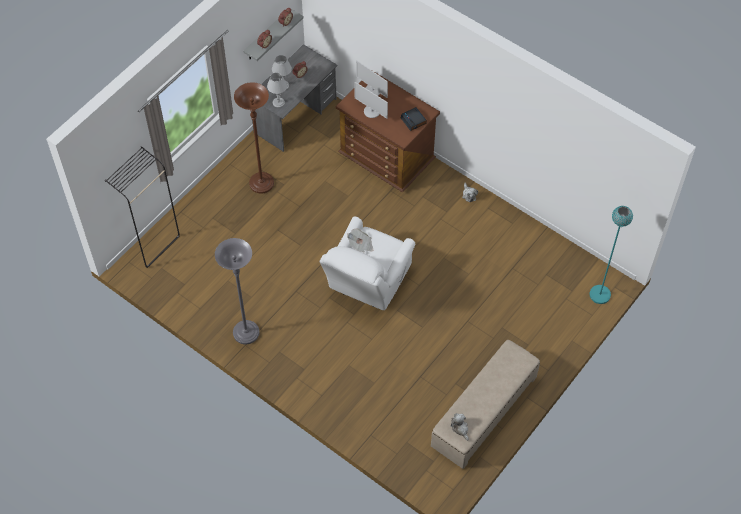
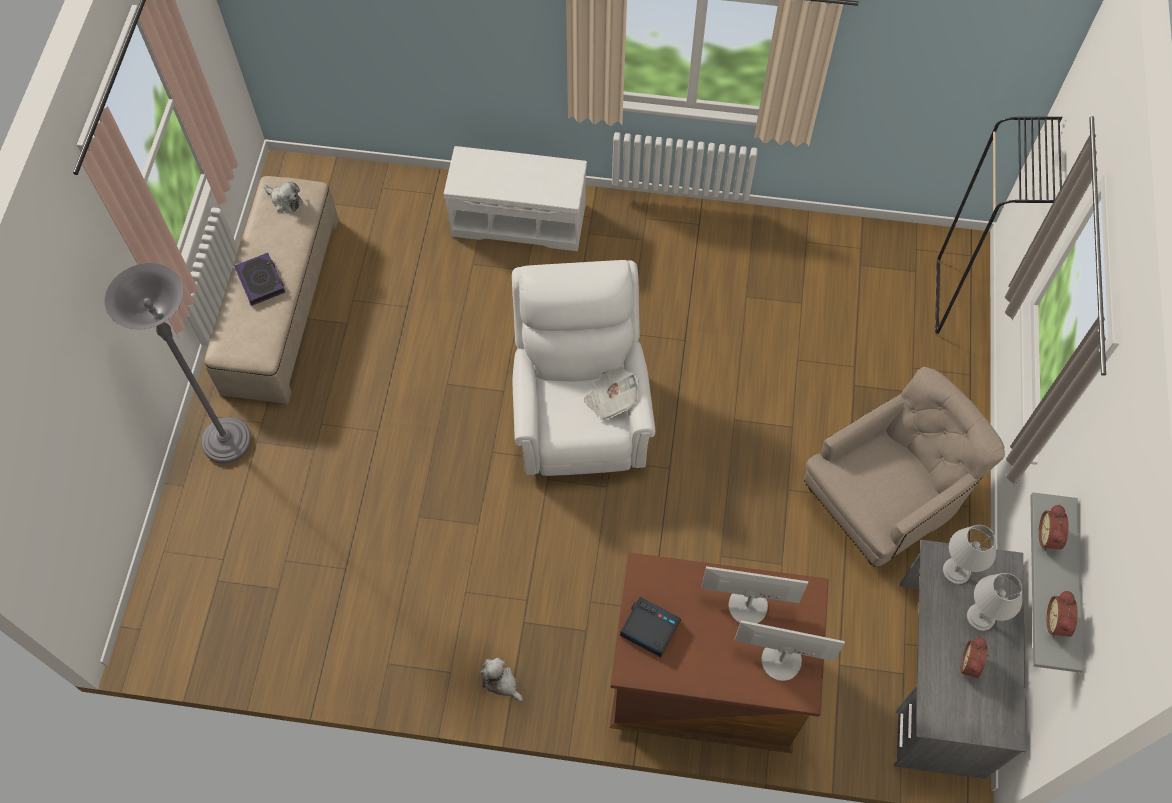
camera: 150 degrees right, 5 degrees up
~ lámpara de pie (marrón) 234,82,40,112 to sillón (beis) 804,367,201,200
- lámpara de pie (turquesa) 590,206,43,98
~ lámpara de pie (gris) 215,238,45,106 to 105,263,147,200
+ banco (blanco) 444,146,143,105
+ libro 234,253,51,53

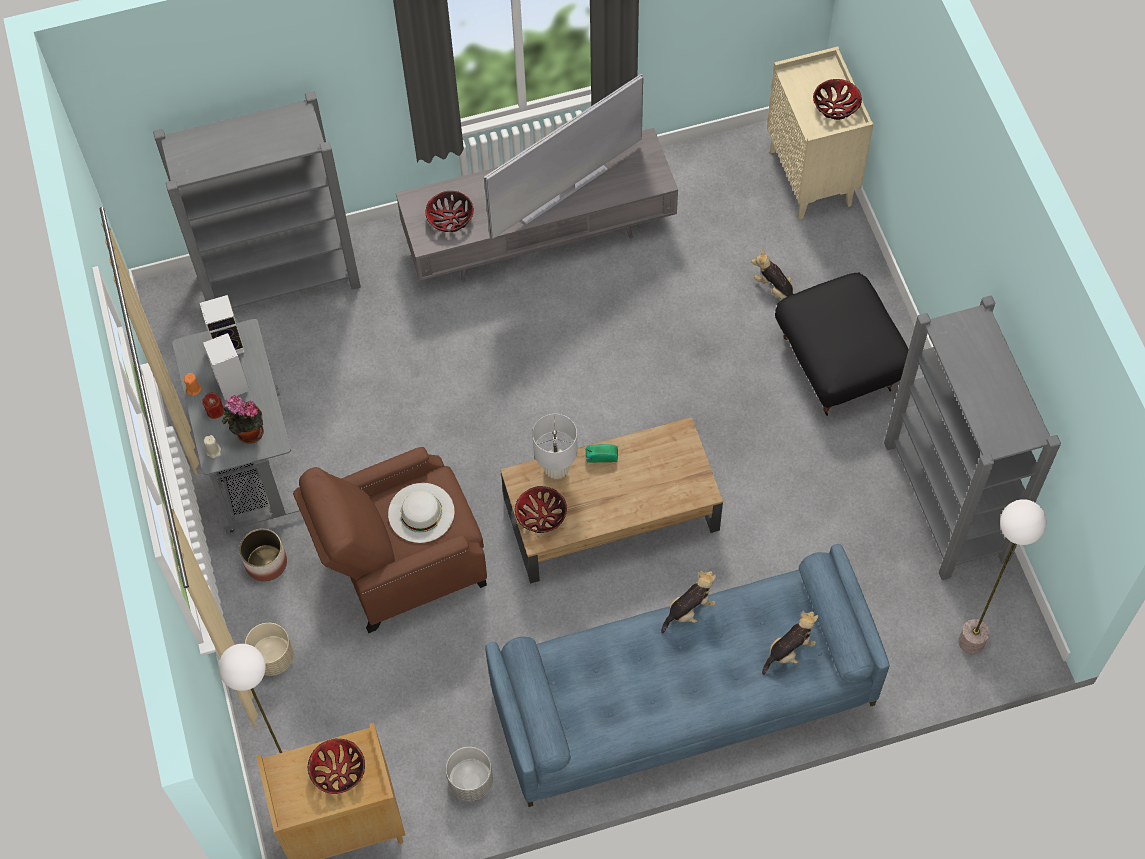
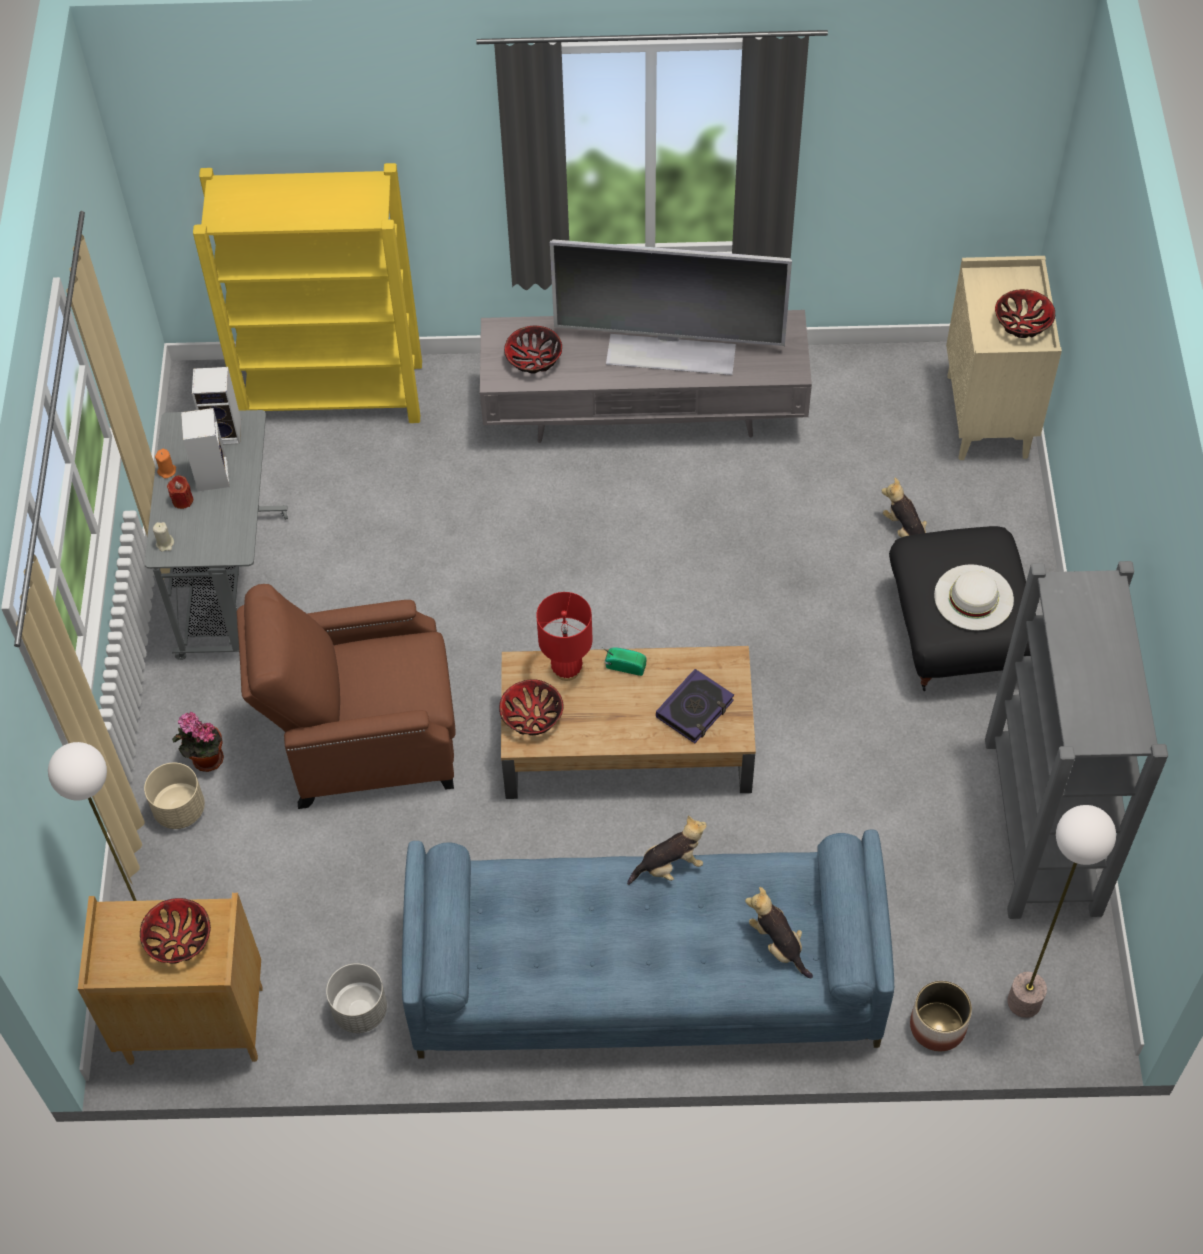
camera: 15 degrees right, 5 degrees down
~ televisor 484,74,159,164 = 550,239,242,136 150 degrees counterclockwise
~ estantería (gris) 153,91,208,217 to estantería (amarillo) 193,163,229,260
~ planta en maceta 222,395,42,49 to 172,712,52,60
~ lámpara de mesa (blanco) 532,414,46,67 to lámpara de mesa (rojo) 536,592,57,89
~ sombrero (blanco) 388,483,66,60 to 934,564,80,67
~ maceta 239,529,48,53 to 910,981,62,70
~ peluche 762,611,56,64 = 745,887,68,91 105 degrees counterclockwise
+ libro 656,669,78,74

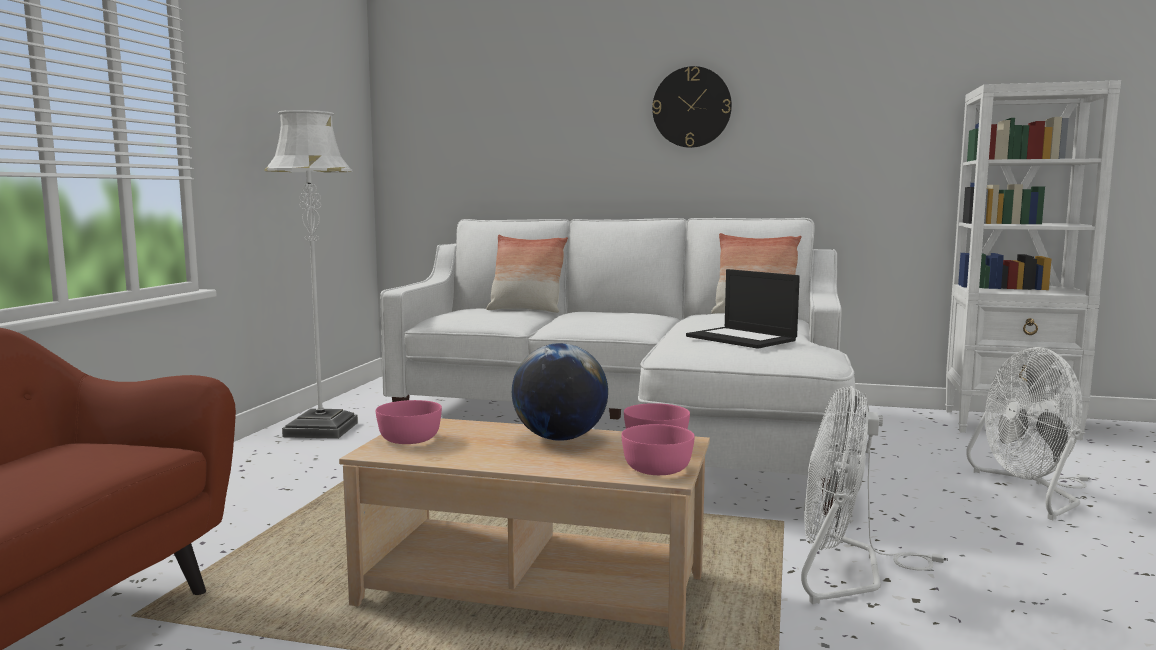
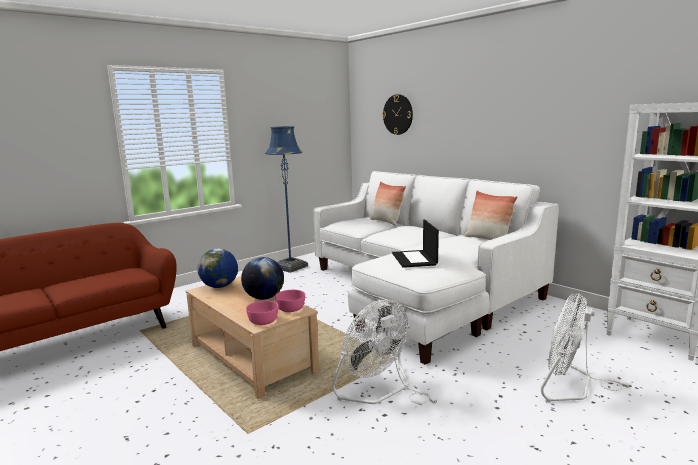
camera: 35 degrees right, 5 degrees up
~ reloj de pared 652,66,80,82 to 382,94,31,41
~ lámpara de pie (blanco) 265,110,93,329 to lámpara de pie (azul) 265,126,43,147
~ cuenco (rosa) 376,400,66,44 to globo terráqueo 197,249,41,39

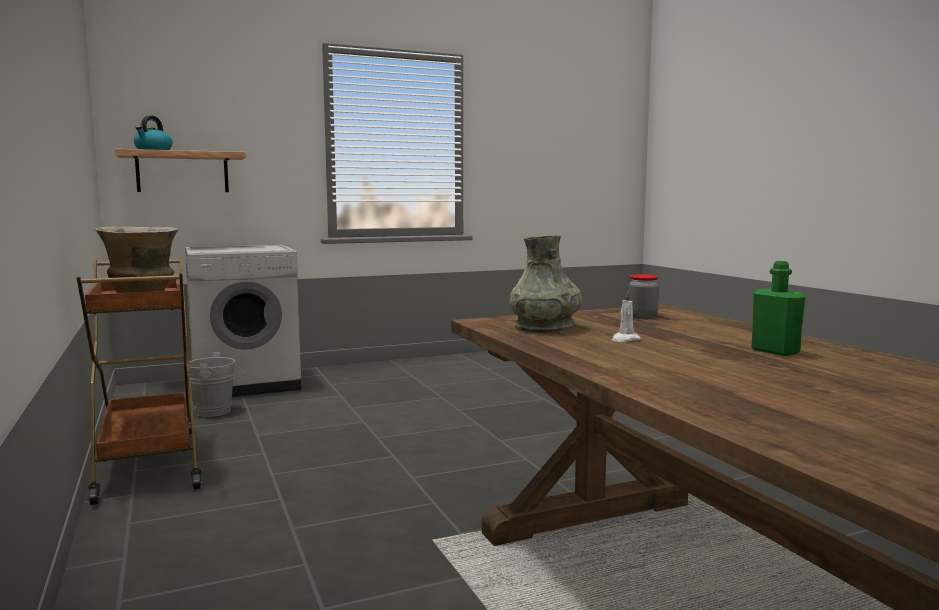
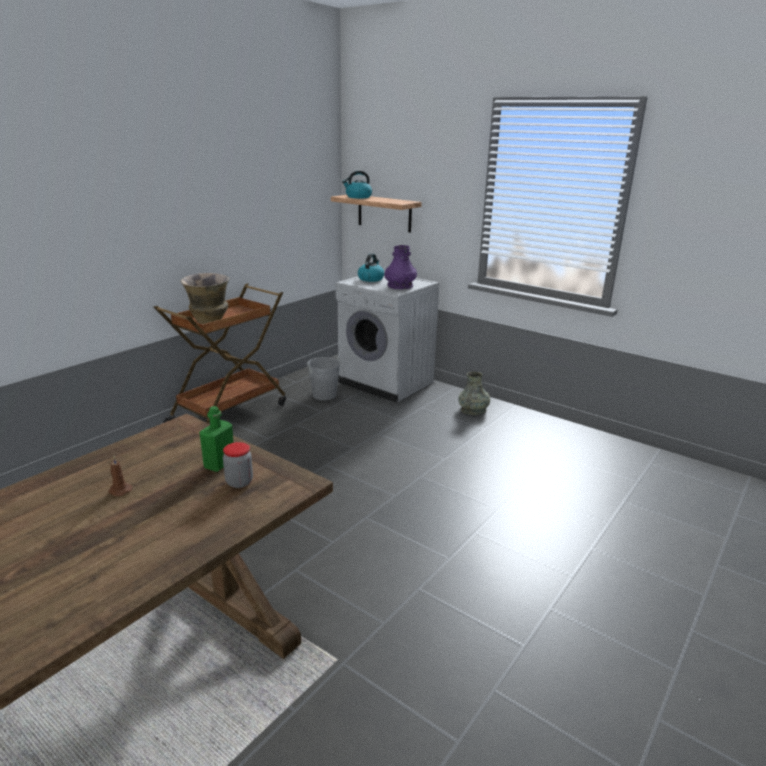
camera: 60 degrees right, 15 degrees up
~ florero (gris) 509,235,73,98 to 458,372,32,43
~ botella (verde) 751,261,55,95 to 199,406,34,66
~ vela (blanco) 612,290,29,52 to vela (marrón) 108,456,24,40
+ florero (morado) 384,245,33,44
+ hervidor 358,253,26,29

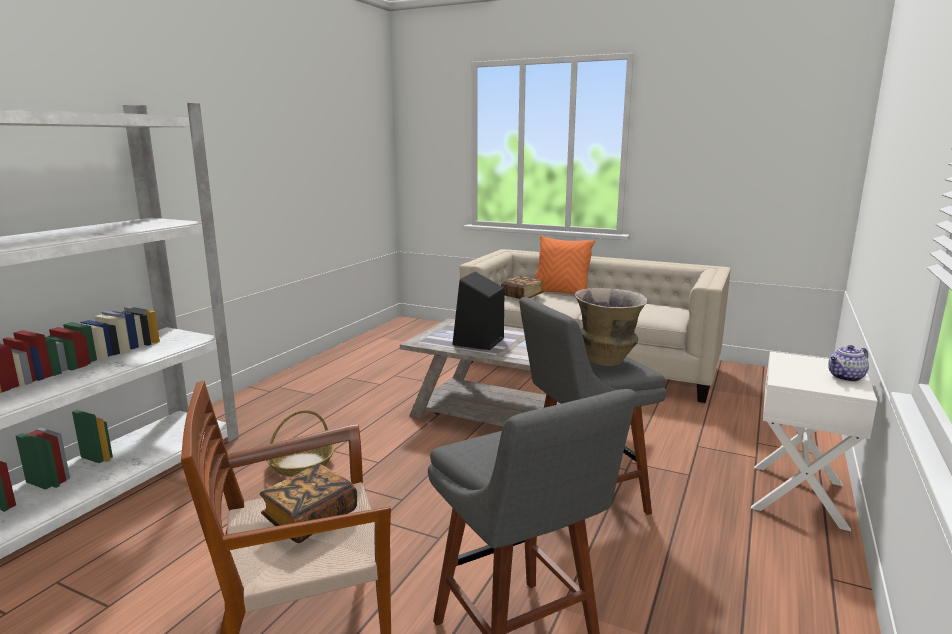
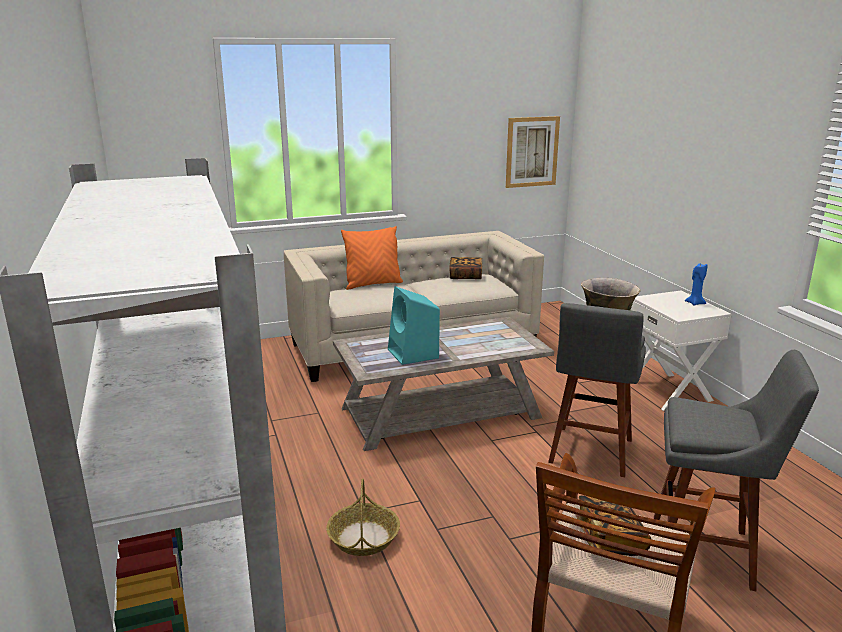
camera: 45 degrees left, 5 degrees up
~ altavoz (negro) 452,272,53,78 to altavoz (turquesa) 388,286,52,79
~ libro 501,276,43,23 to 449,257,33,22
~ tetera 828,345,41,37 to vela (azul) 685,263,22,43
+ cuadro 506,116,54,72

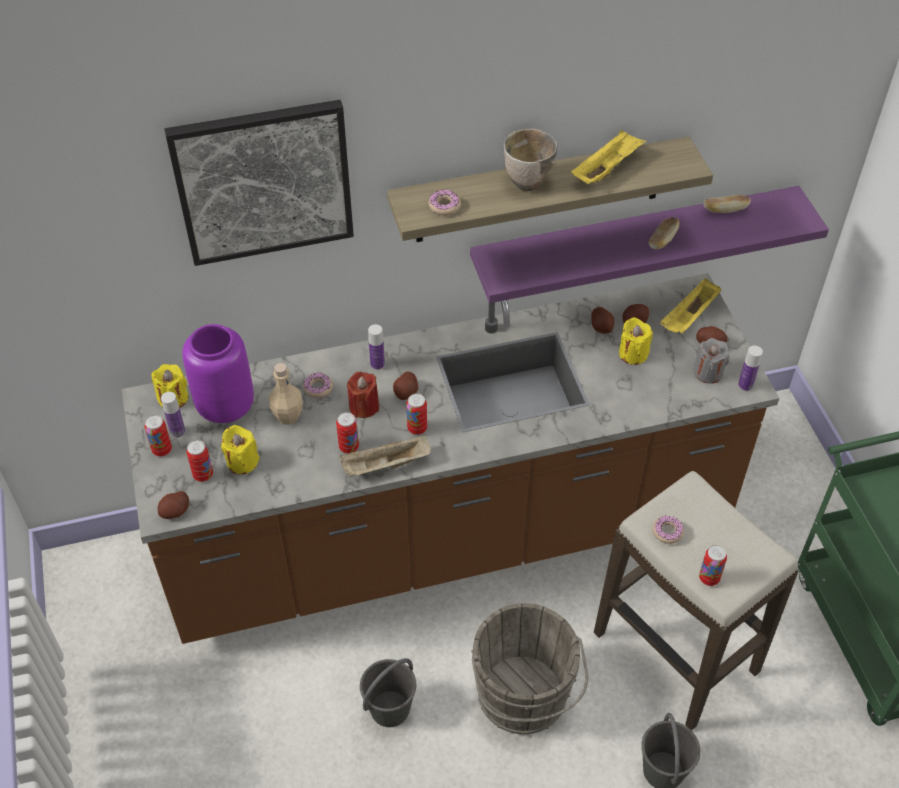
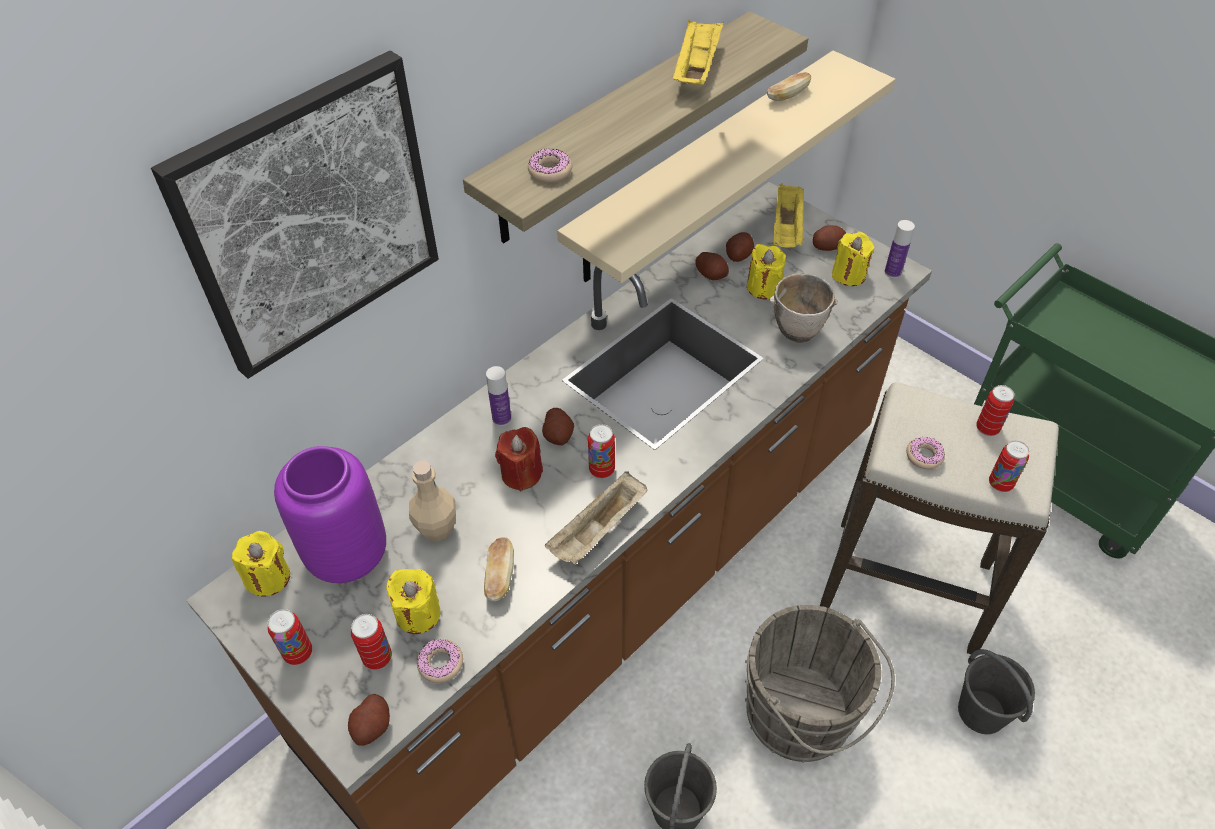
camera: 30 degrees left, 0 degrees up
~ cuenco 503,129,54,62 to 770,274,68,69
~ estante (morado) 470,186,359,117 to estante (beis) 557,50,338,233
~ pan 648,217,32,32 to 484,537,30,64
~ vela (gris) 693,338,37,46 to vela (amarillo) 832,232,43,54
~ rosquilla 303,373,30,25 to 417,639,46,44
- botella 161,392,25,46
~ lata 336,412,23,42 to 976,385,38,51

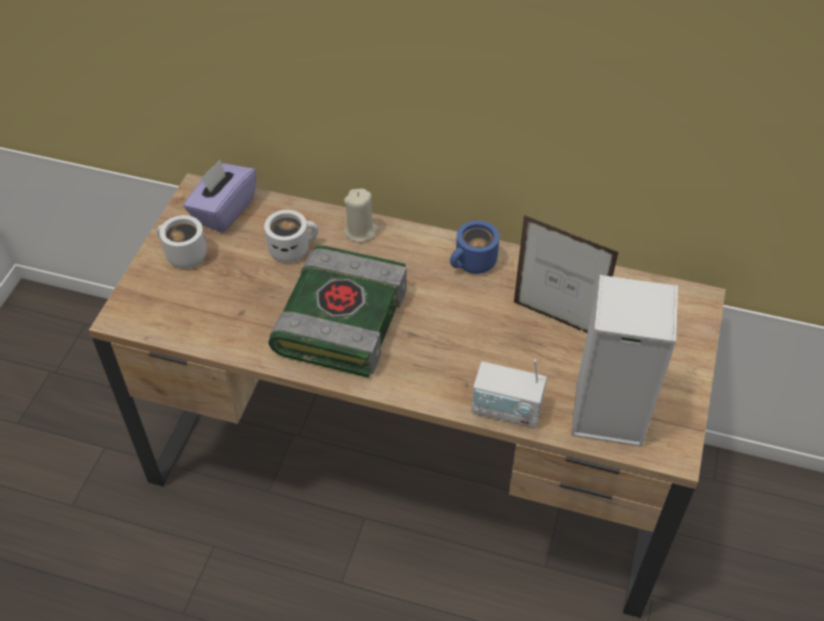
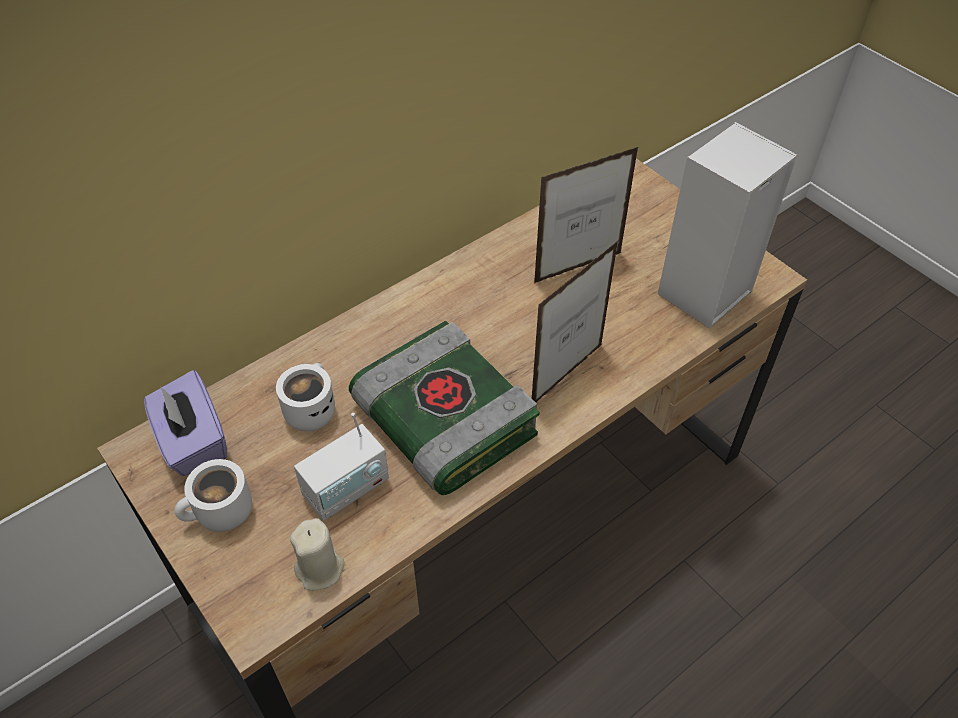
camera: 55 degrees left, 0 degrees up
~ vela (beis) 343,189,35,53 to 290,518,55,73
- taza grande (azul) 450,221,49,53
~ radio 471,359,76,69 to 294,413,95,108
+ portarretratos 532,241,86,161

